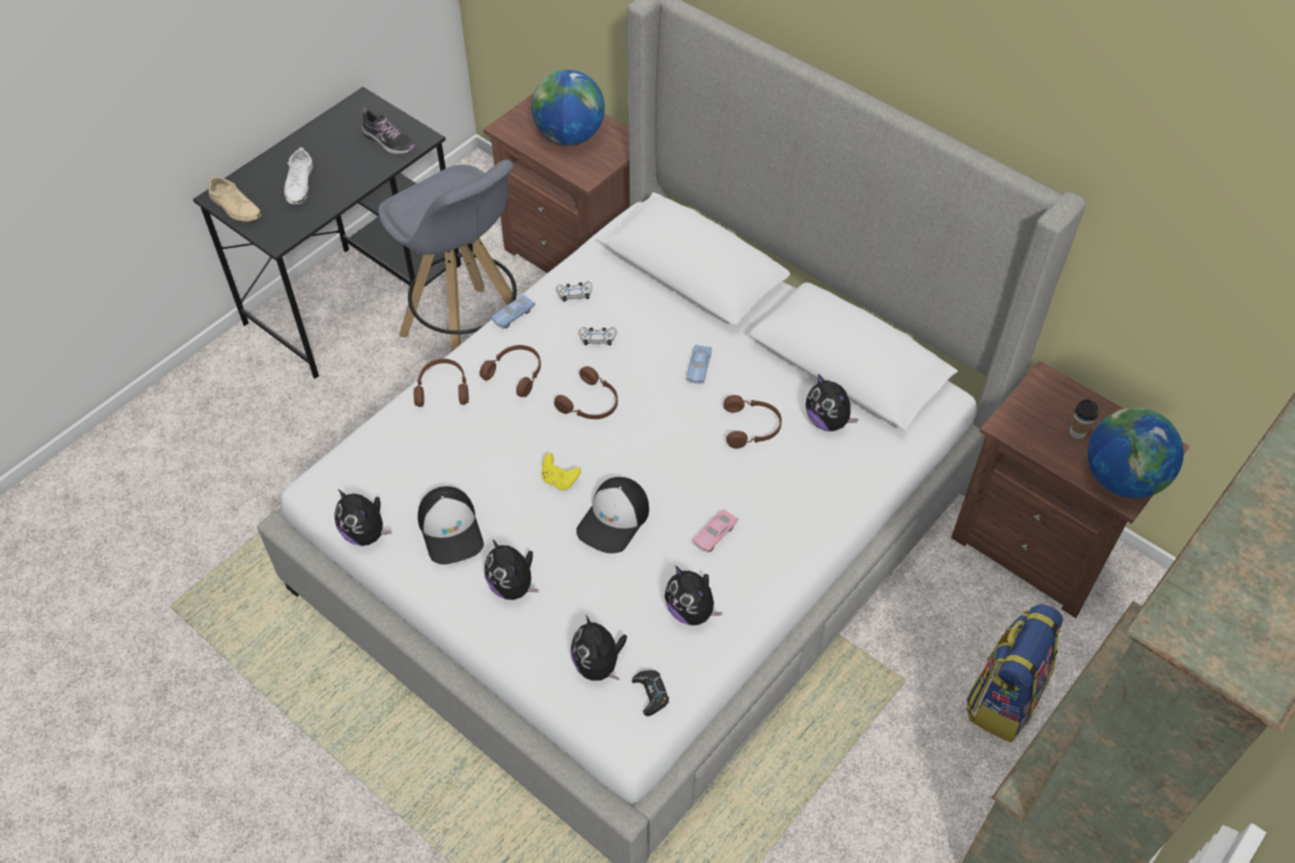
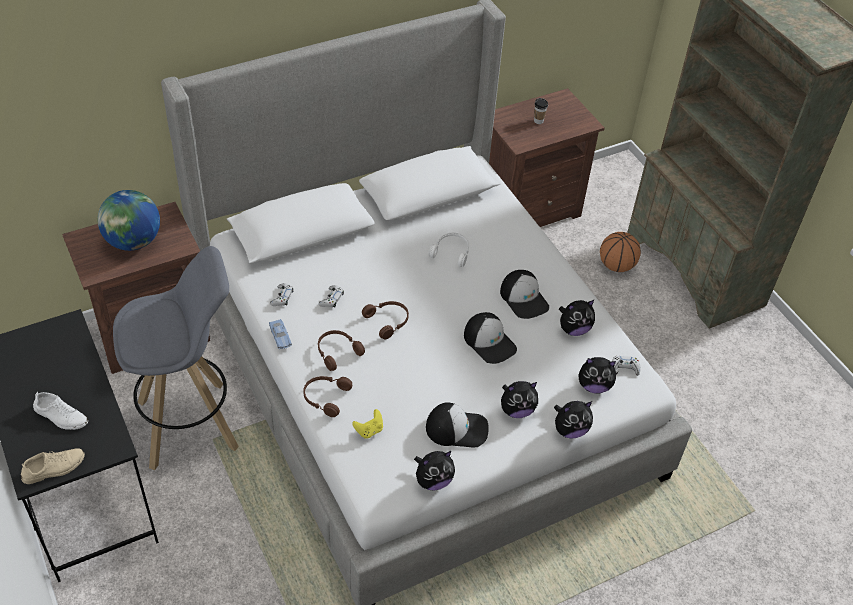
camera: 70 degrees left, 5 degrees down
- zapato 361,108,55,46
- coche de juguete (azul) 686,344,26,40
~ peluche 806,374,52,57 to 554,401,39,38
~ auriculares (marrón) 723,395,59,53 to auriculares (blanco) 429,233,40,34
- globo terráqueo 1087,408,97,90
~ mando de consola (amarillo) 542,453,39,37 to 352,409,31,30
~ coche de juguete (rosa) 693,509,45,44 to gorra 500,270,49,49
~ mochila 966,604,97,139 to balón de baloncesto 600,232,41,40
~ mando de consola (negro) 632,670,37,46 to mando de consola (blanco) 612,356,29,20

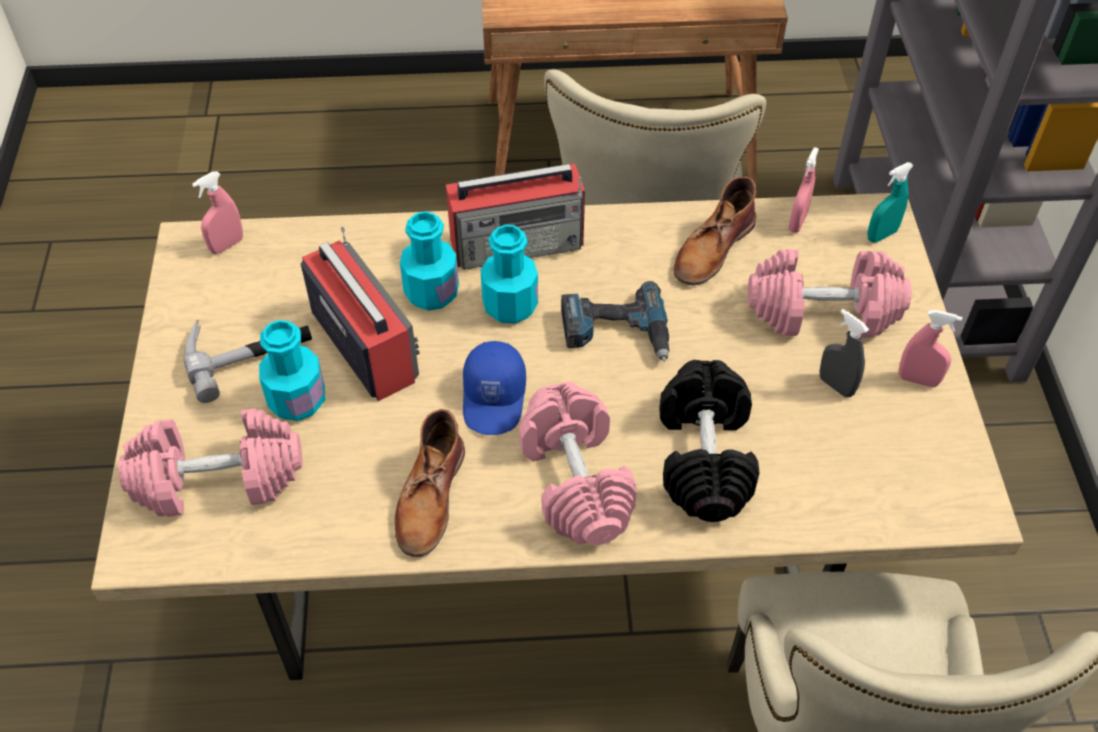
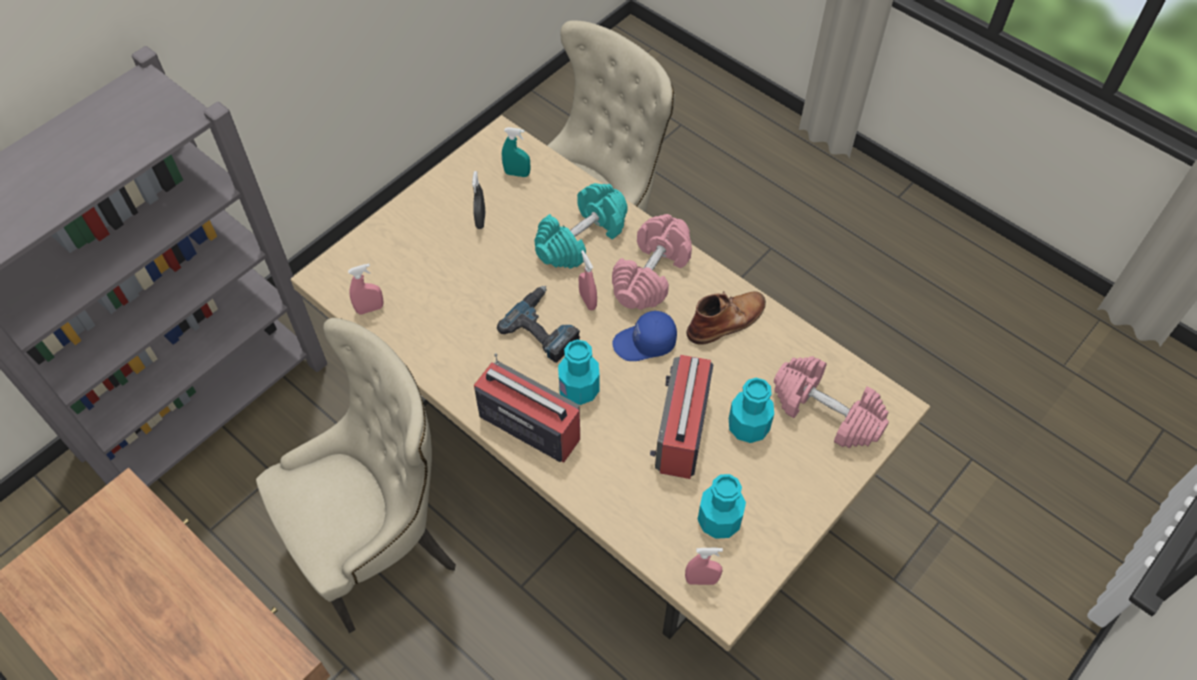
camera: 135 degrees left, 5 degrees up
~ pulverizador (turquesa) 867,162,47,80 to 502,127,28,50
- bota (marrón) 674,177,82,108
~ botella (turquesa) 400,211,59,100 to 697,474,49,65
- mancuerna (rosa) 748,249,164,89
~ pulverizador (rosa) 899,310,64,77 to 579,250,18,60
- martillo 184,320,128,83
~ gorra (azul) 463,341,63,94 = 612,311,65,50 150 degrees counterclockwise
~ mancuerna (negro) 659,360,100,162 to mancuerna (turquesa) 534,183,94,86

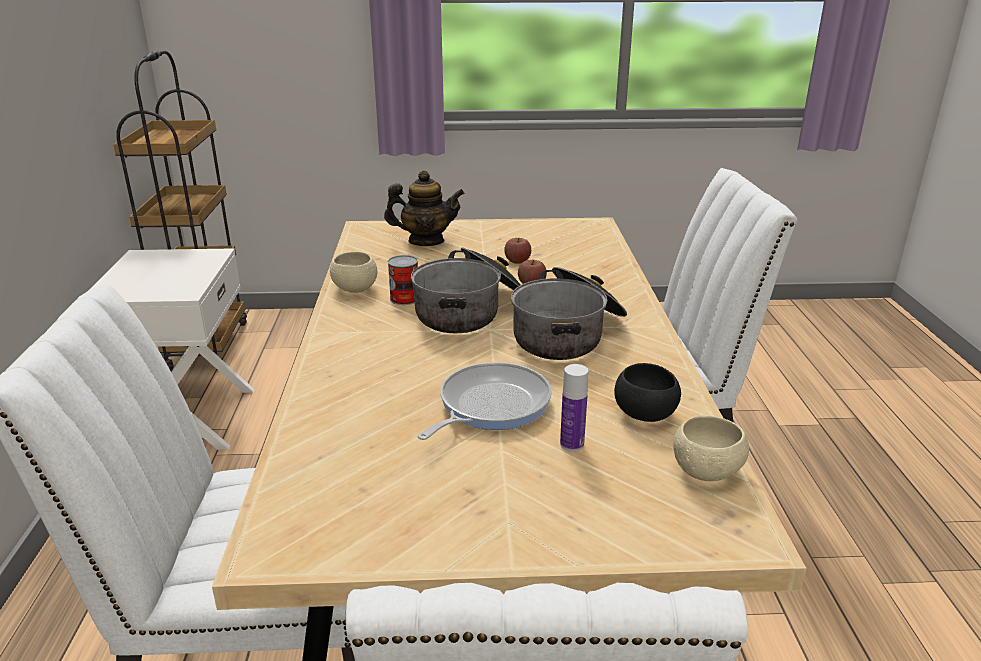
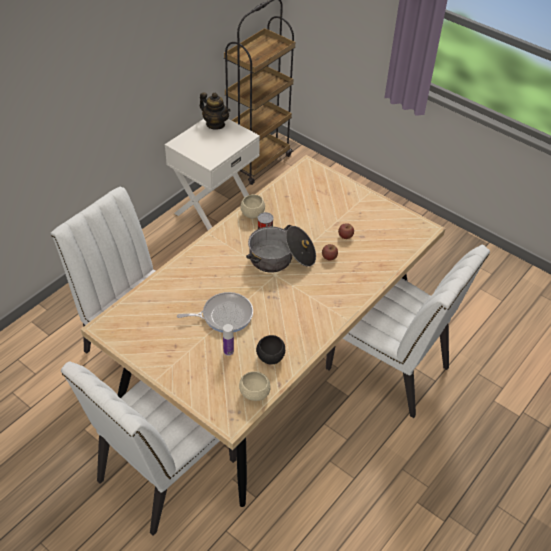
camera: 40 degrees right, 20 degrees up
~ tetera 384,170,81,76 to 200,92,31,38
- olla 511,267,116,93

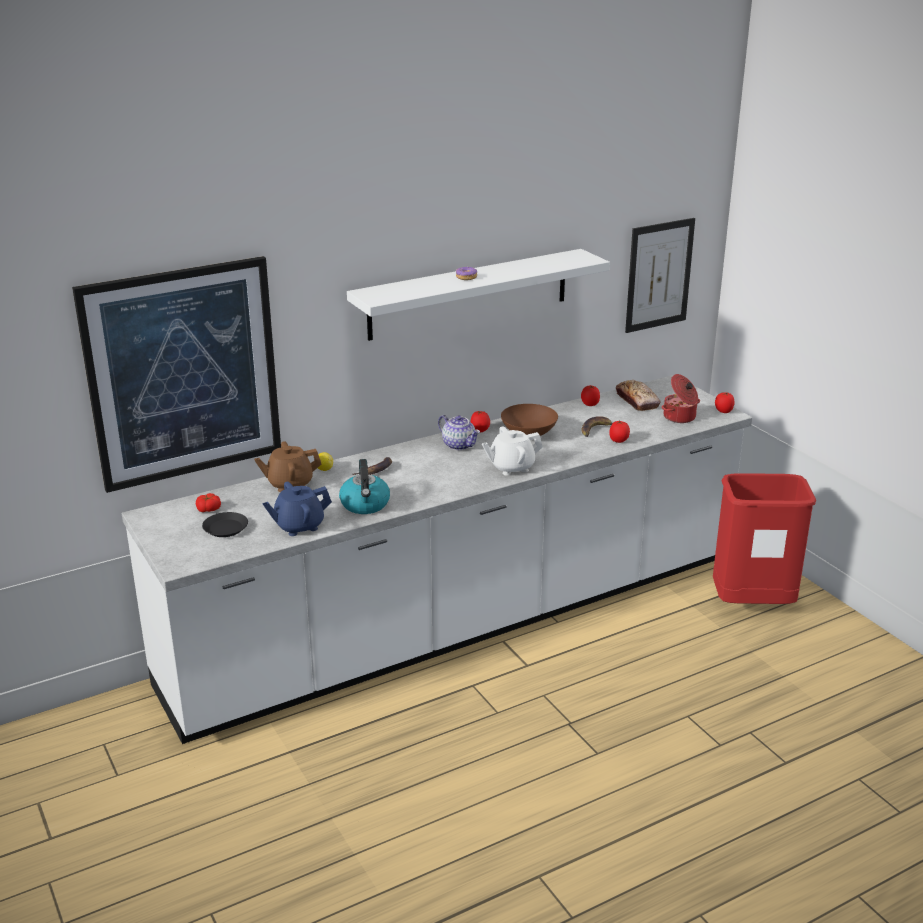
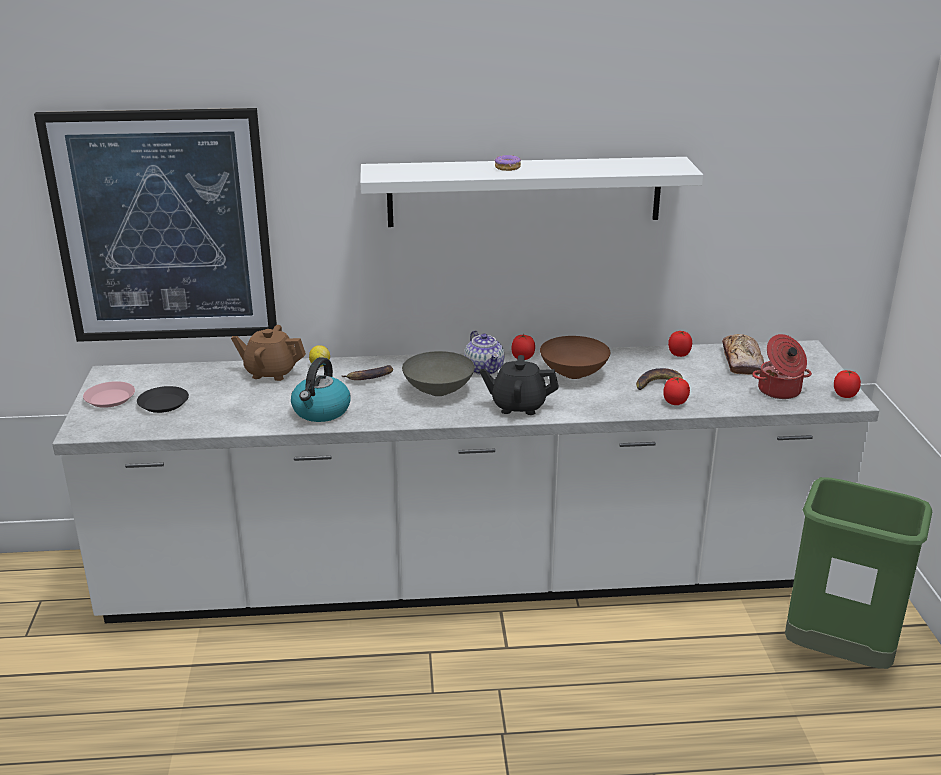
camera: 25 degrees right, 0 degrees up
- cuadro 625,218,70,115
~ tetera (blanco) 482,426,61,49 to tetera (negro) 479,355,80,60
~ papelera (rojo) 713,473,103,131 to papelera (verde) 785,477,147,192
- tetera (azul) 262,482,70,54
- tomate 196,493,25,19
+ cuenco (gris) 402,351,73,45
+ plato (rosa) 83,381,52,27

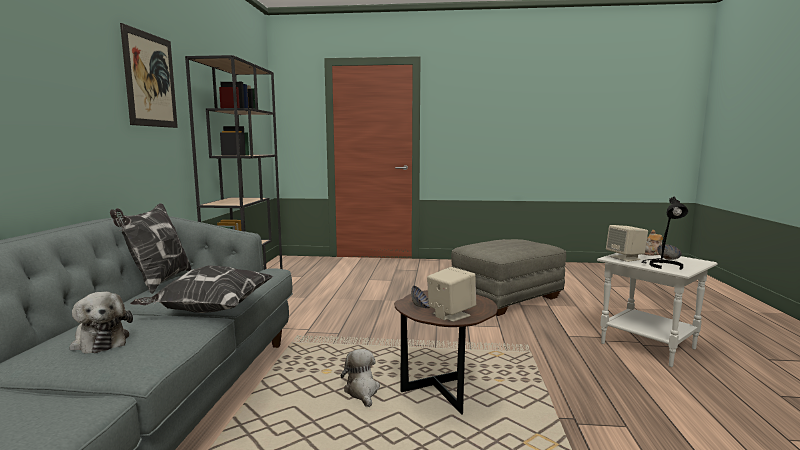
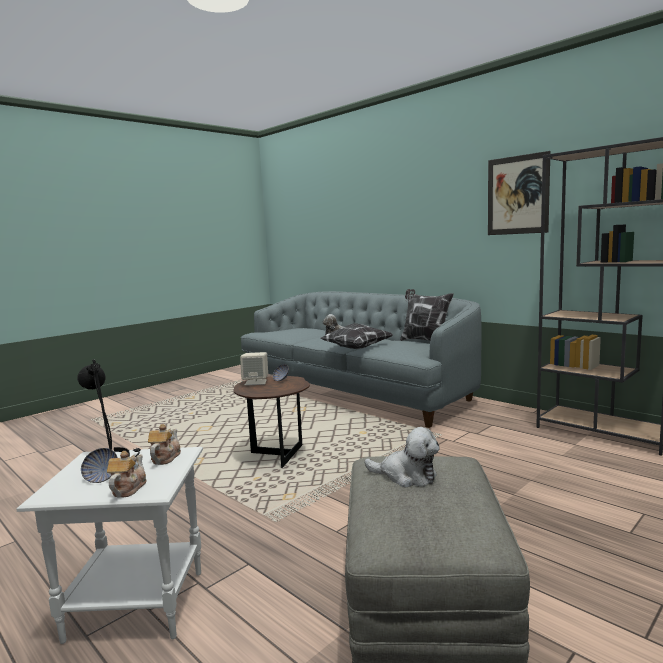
camera: 130 degrees right, 0 degrees up
~ altavoz (beis) 606,225,42,37 to tetera 148,424,33,41
~ peluche 341,349,39,58 to 364,427,76,60

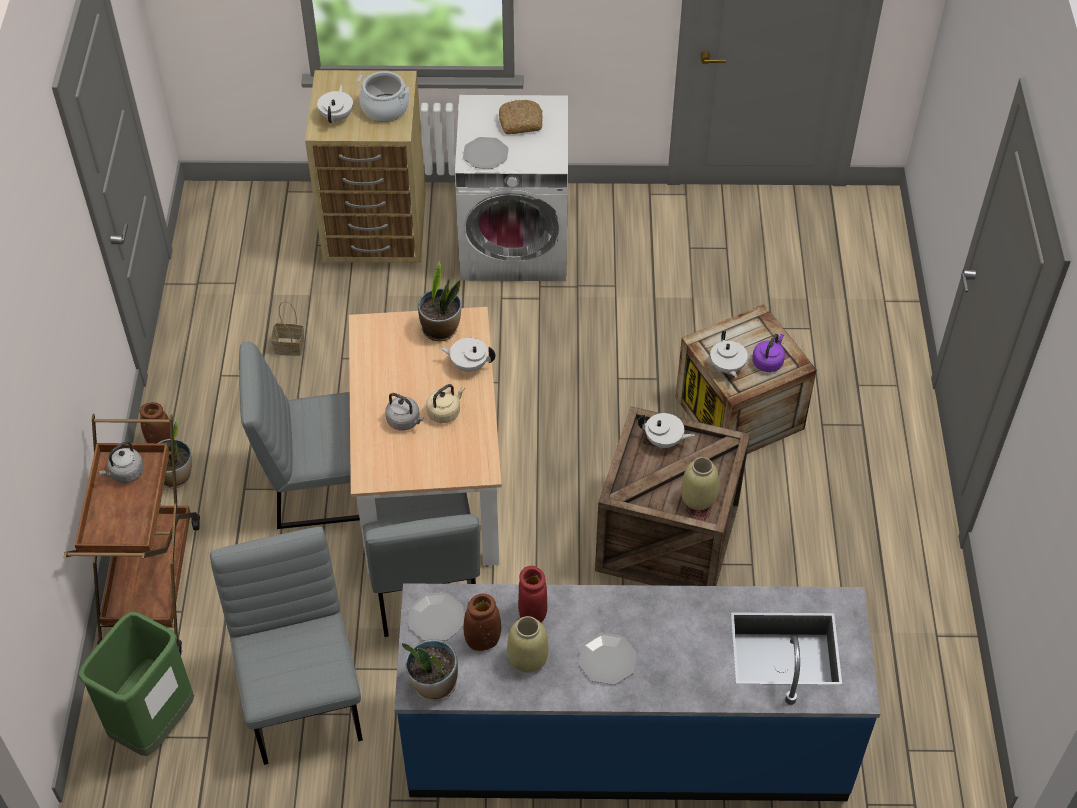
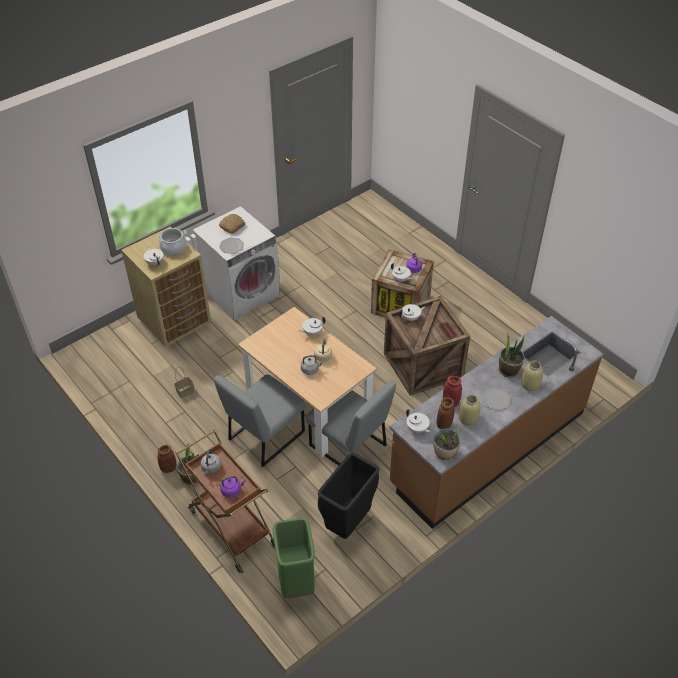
camera: 40 degrees left, 5 degrees down
~ planta en maceta 418,261,44,80 to 499,333,26,44
~ florero (beis) 681,457,38,53 to 521,361,22,30
~ silla (gris) 210,527,153,238 to papelera (negro) 318,453,61,86
~ mueble bajo de cocina (azul) 394,583,486,218 to mueble bajo de cocina (marrón) 389,316,214,213
~ plato 408,593,56,48 to tetera (blanco) 406,409,25,24
+ hervidor (morado) 220,476,26,22

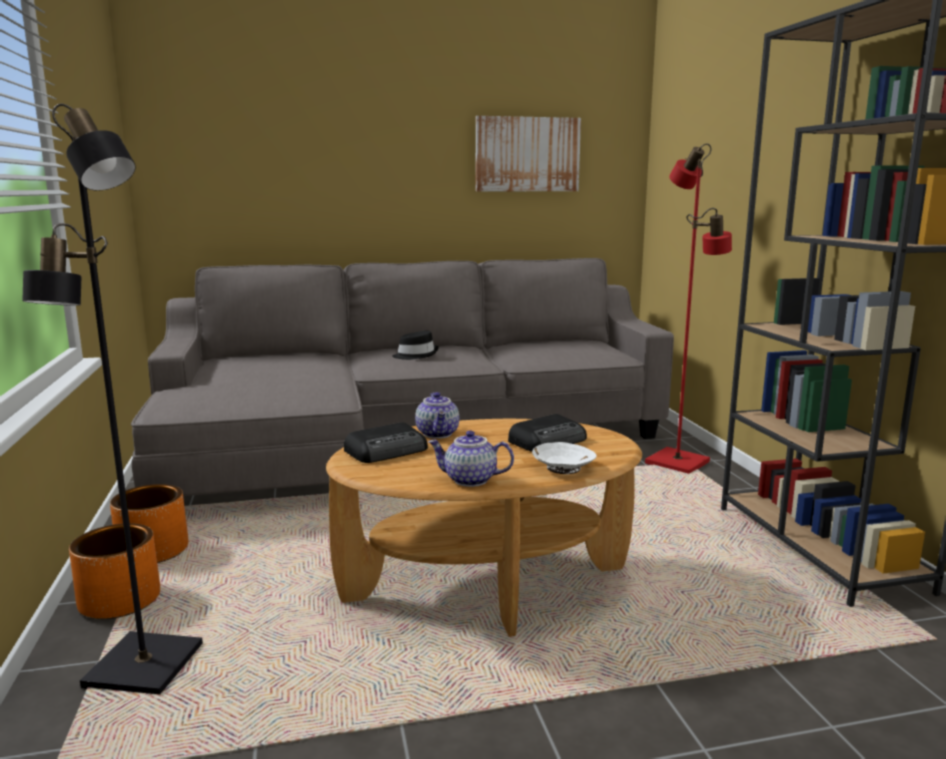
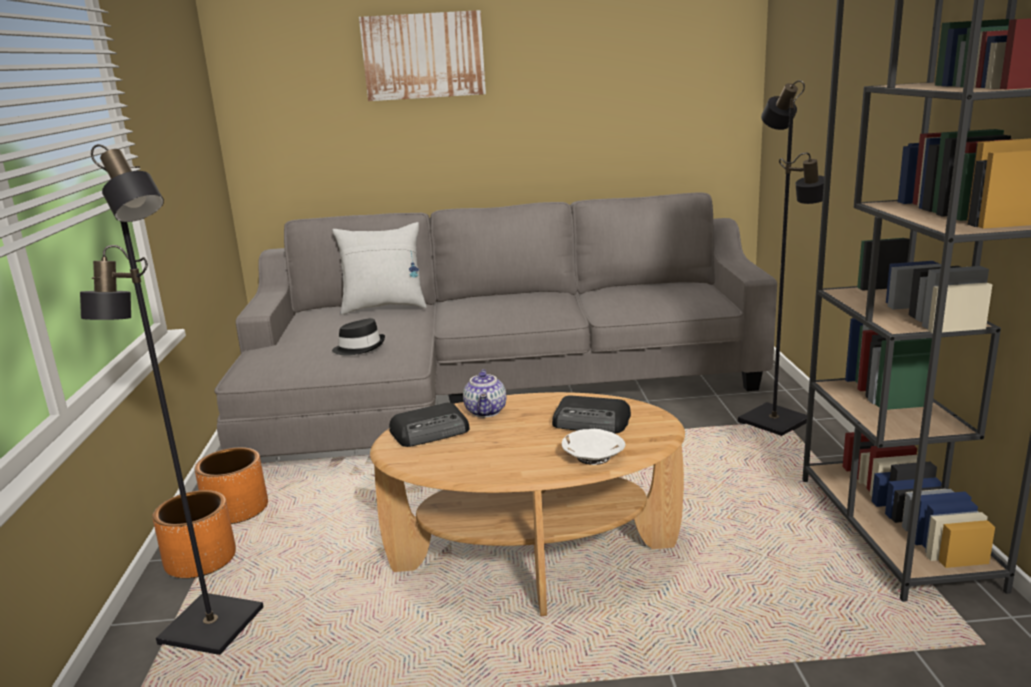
camera: 10 degrees right, 5 degrees up
~ cuadro 476,116,105,75 to 359,10,127,91
~ lámpara de pie (rojo) 645,143,87,331 to lámpara de pie (negro) 738,80,86,356
~ sombrero (negro) 392,331,47,29 to 332,318,53,38
~ radio 508,414,79,38 = 552,396,79,38 45 degrees clockwise
- tetera 428,431,86,56
+ cojín (gris) 332,222,95,93

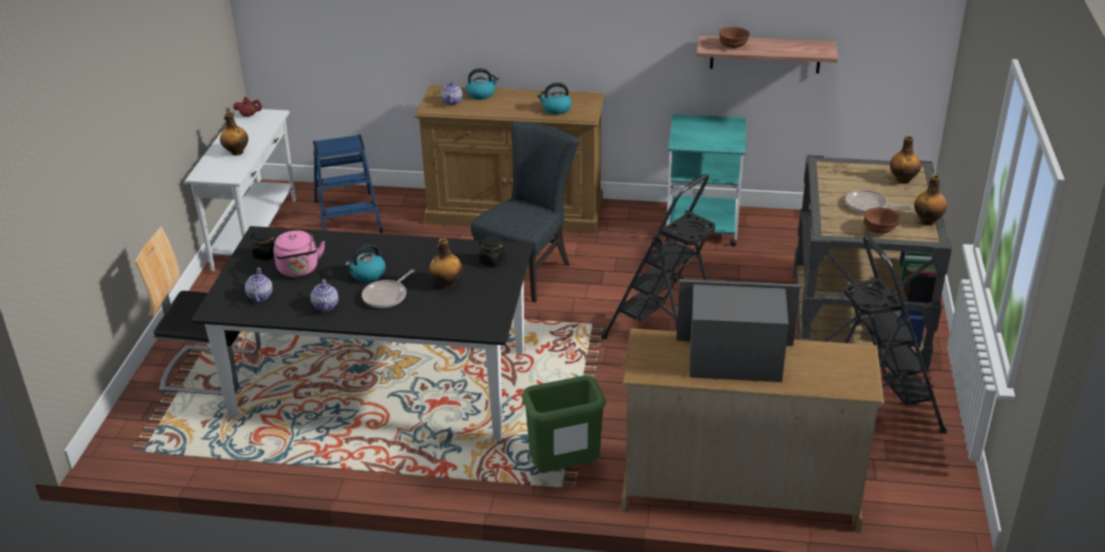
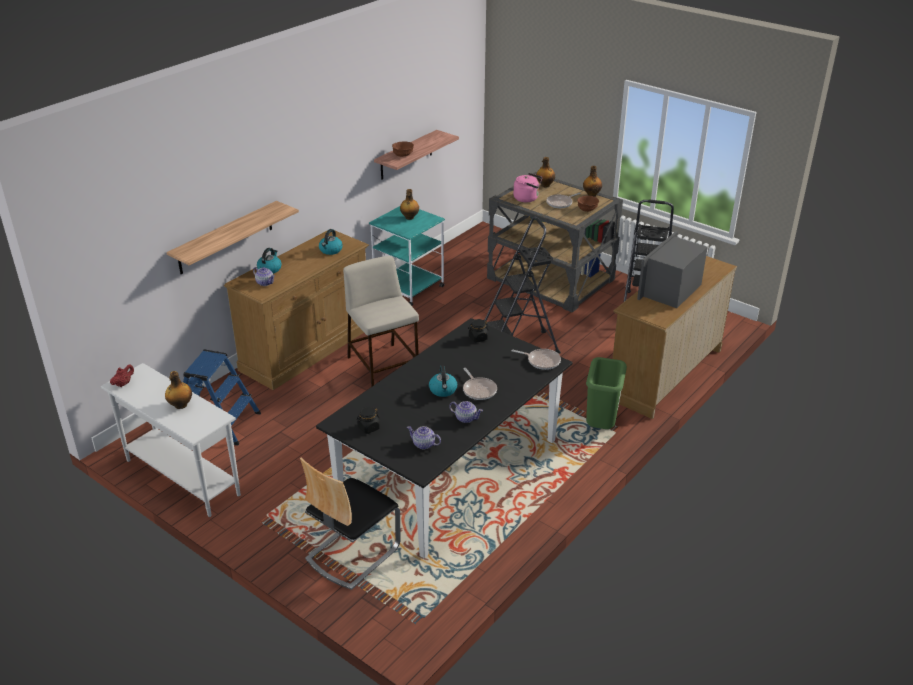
camera: 60 degrees left, 0 degrees up
~ silla (gris) 471,121,109,182 to taburete (beis) 343,256,76,131
~ hervidor (rosa) 273,230,52,47 to 513,173,29,29
~ botella 429,238,33,50 to 400,189,19,31
+ estante 167,201,132,73
+ sartén 512,349,49,21

